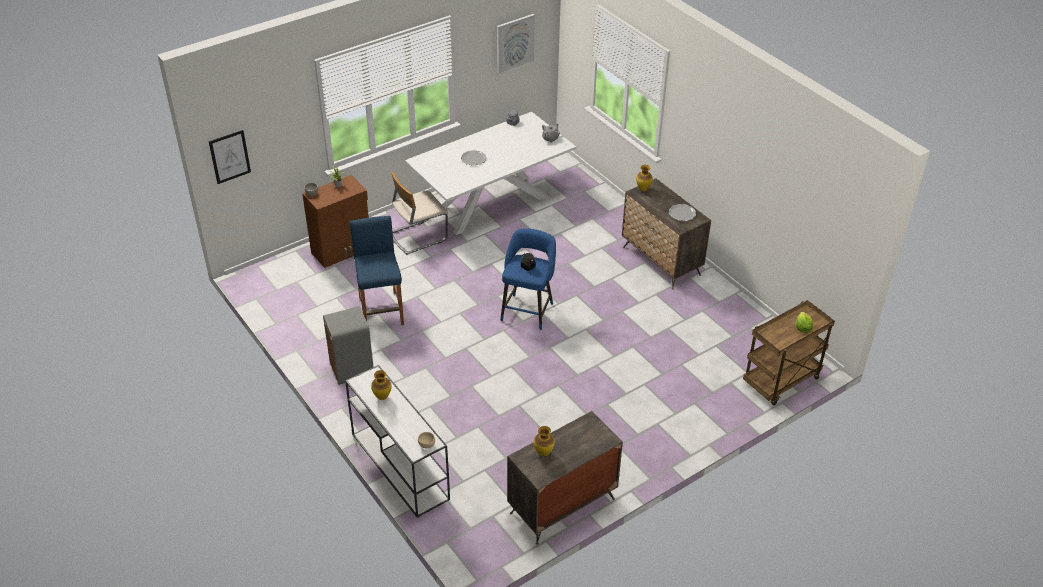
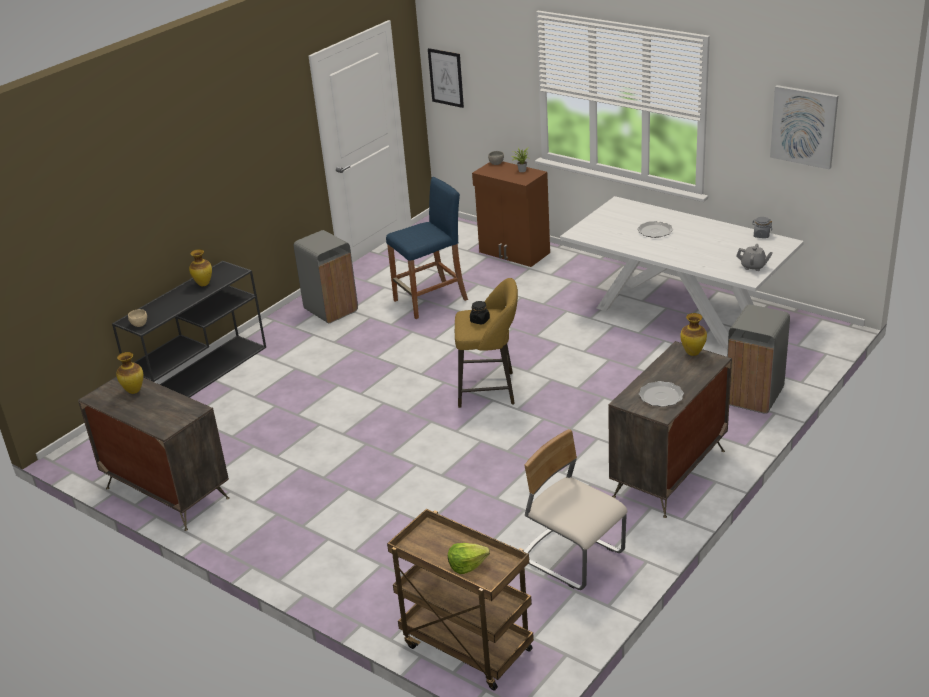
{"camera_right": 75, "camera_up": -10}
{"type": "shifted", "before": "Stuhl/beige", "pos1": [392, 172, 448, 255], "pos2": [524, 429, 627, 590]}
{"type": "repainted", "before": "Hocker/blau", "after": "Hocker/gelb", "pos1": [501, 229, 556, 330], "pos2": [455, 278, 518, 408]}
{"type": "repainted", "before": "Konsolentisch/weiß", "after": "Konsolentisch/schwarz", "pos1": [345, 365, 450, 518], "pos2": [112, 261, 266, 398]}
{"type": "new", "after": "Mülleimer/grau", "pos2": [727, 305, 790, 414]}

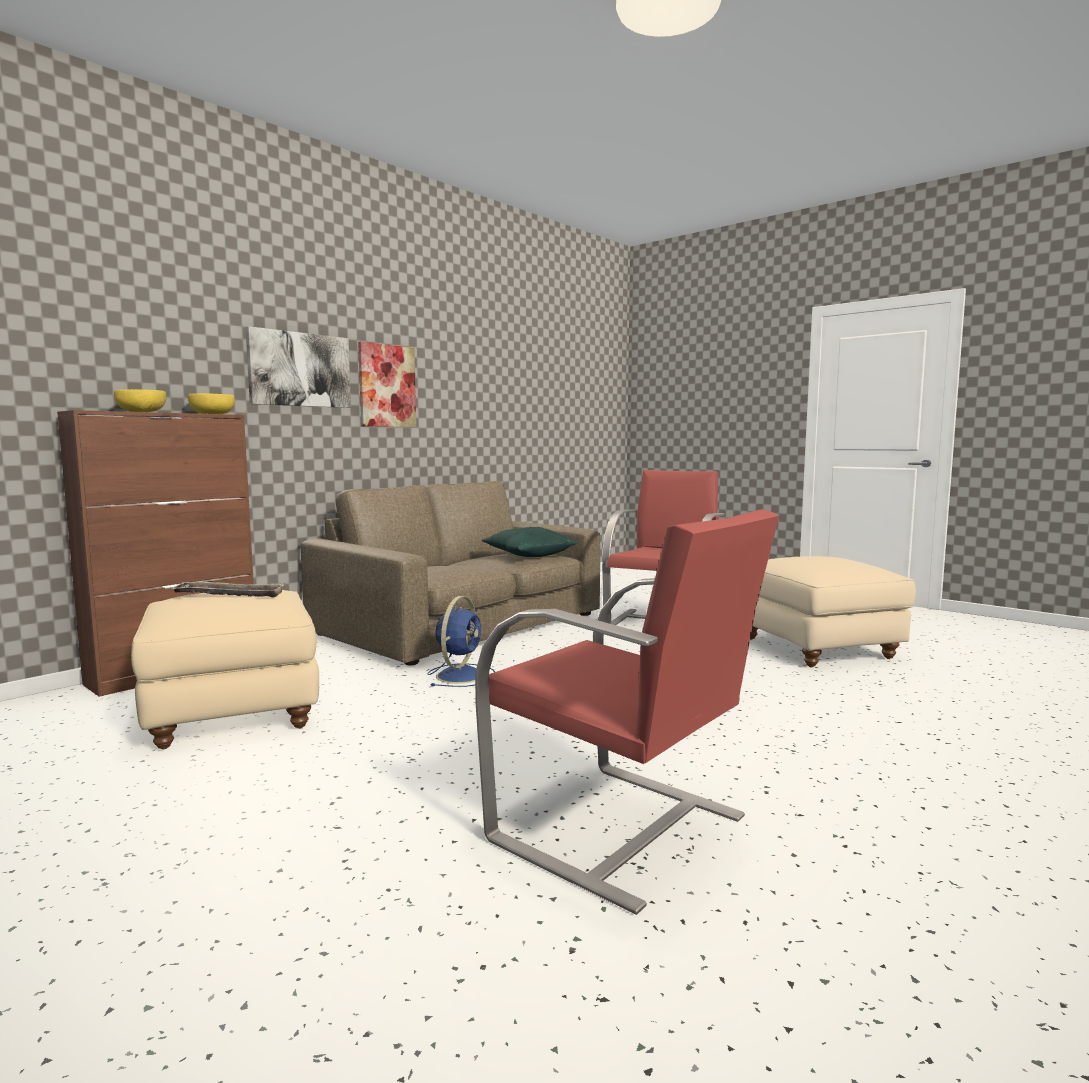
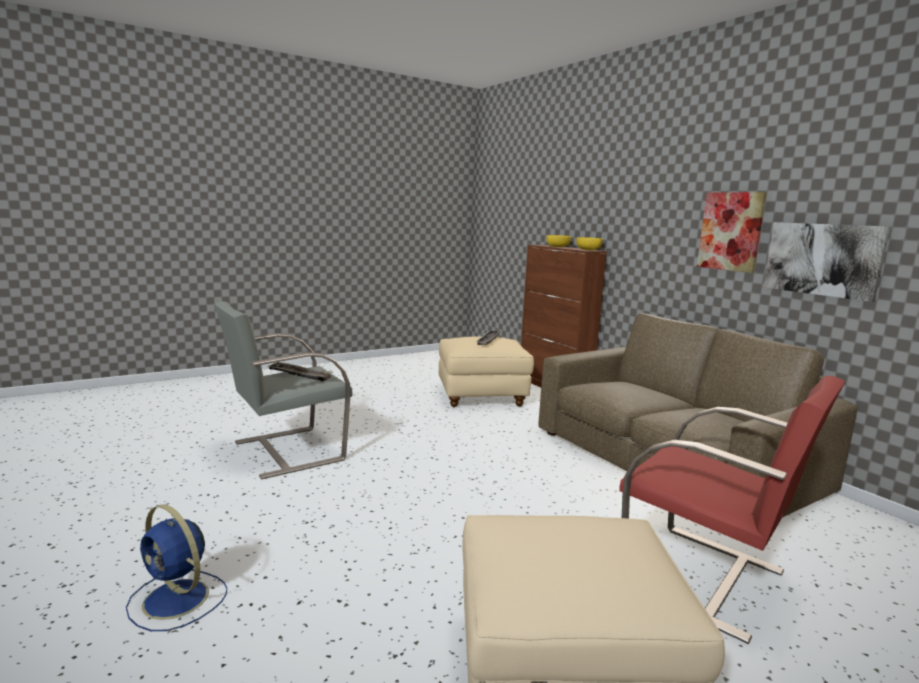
{"camera_right": 105, "camera_up": 5}
{"type": "shifted", "before": "Bild", "pos1": [246, 326, 351, 408], "pos2": [763, 222, 890, 302]}
{"type": "repainted", "before": "Sessel/rot", "after": "Sessel/grau", "pos1": [475, 509, 779, 915], "pos2": [215, 301, 353, 479]}
{"type": "gone", "before": "Kissen/grün", "pos1": [482, 527, 576, 557]}
{"type": "shifted", "before": "Ventilator/blau", "pos1": [428, 596, 495, 687], "pos2": [126, 504, 227, 631]}
{"type": "new", "after": "Tablett", "pos2": [267, 362, 333, 382]}

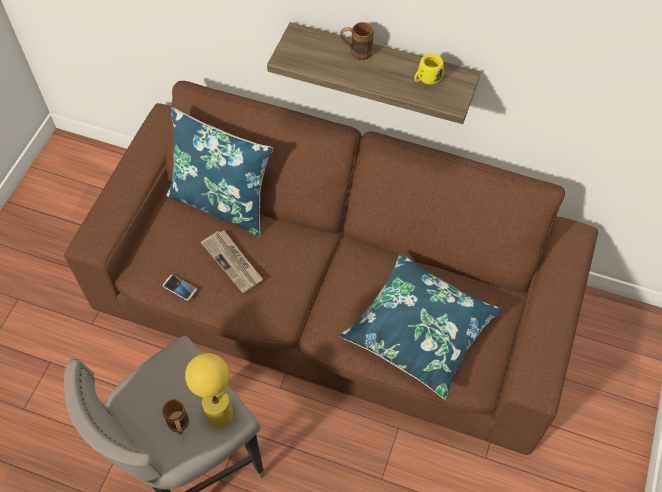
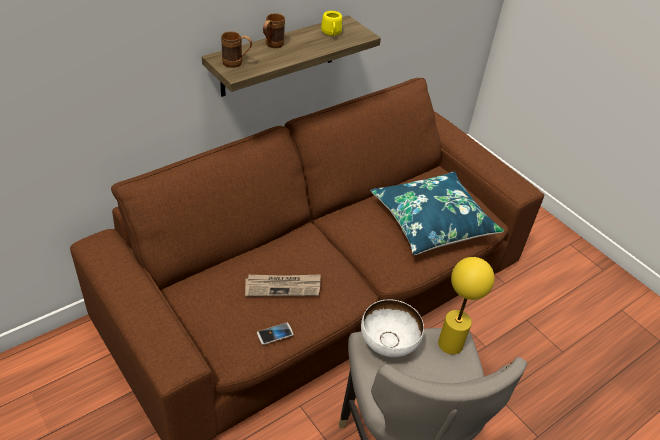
{"camera_right": -60, "camera_up": -15}
{"type": "gone", "before": "Kissen/blau", "pos1": [166, 107, 273, 237]}
{"type": "shifted", "before": "Henkelbecher/braun", "pos1": [162, 399, 189, 434], "pos2": [221, 31, 252, 68]}
{"type": "new", "after": "Schüssel/weiß", "pos2": [361, 299, 424, 357]}

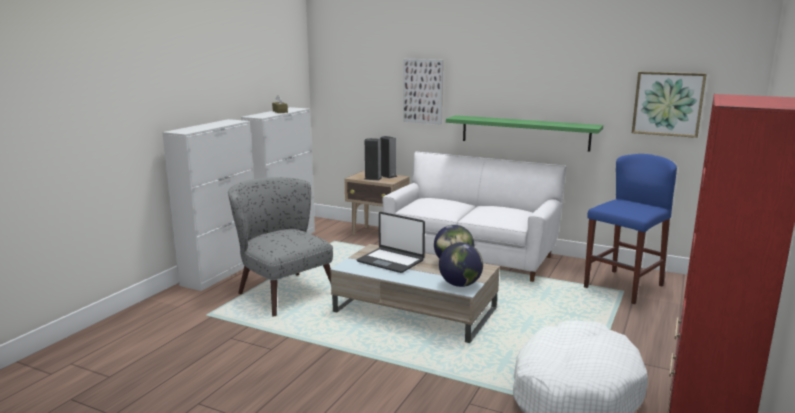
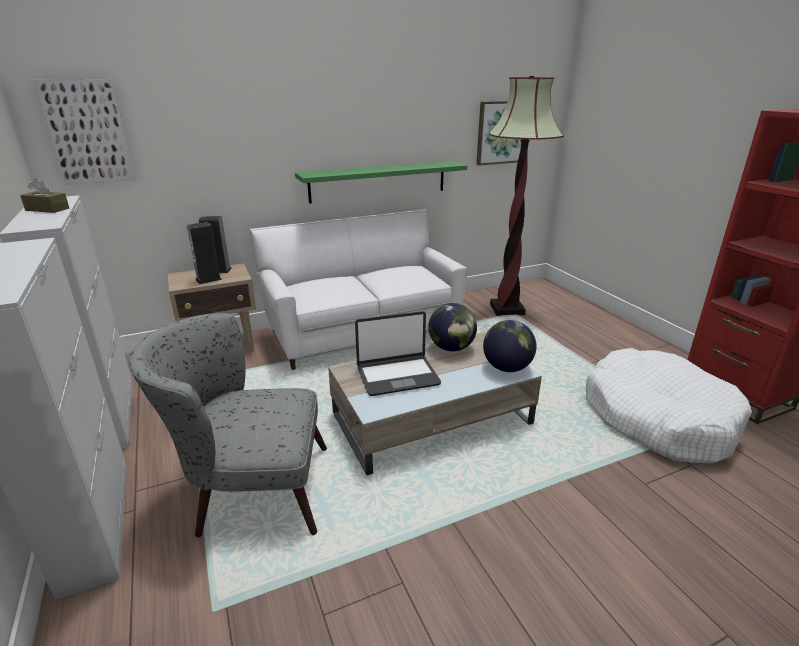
{"camera_right": -50, "camera_up": 10}
{"type": "shifted", "before": "Bild", "pos1": [403, 59, 443, 125], "pos2": [34, 79, 135, 185]}
{"type": "swapped", "before": "Hocker/blau", "after": "Stehlampe", "pos1": [584, 154, 677, 304], "pos2": [489, 76, 564, 316]}

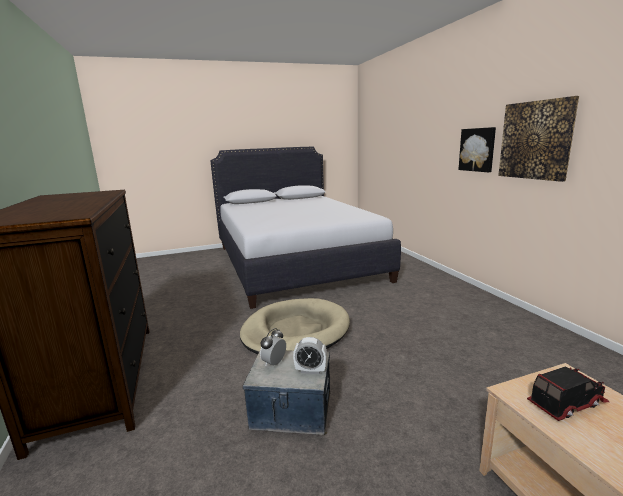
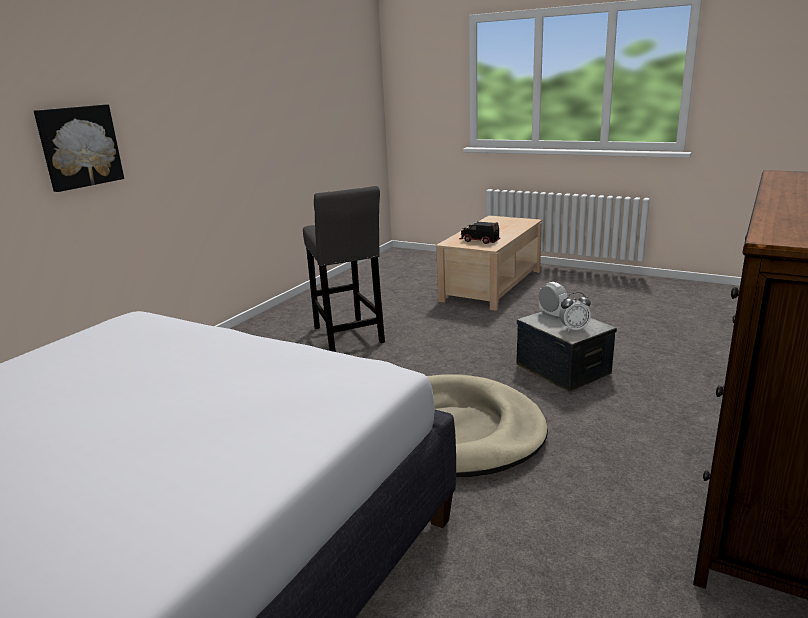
{"camera_right": -130, "camera_up": 5}
{"type": "gone", "before": "Bild", "pos1": [498, 96, 579, 182]}
{"type": "new", "after": "Hocker/grau", "pos2": [303, 186, 385, 352]}

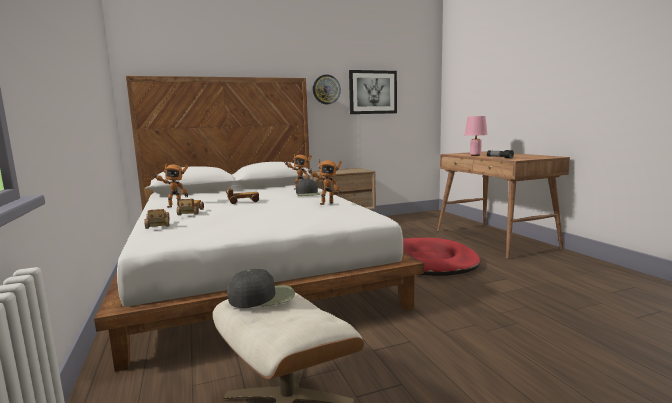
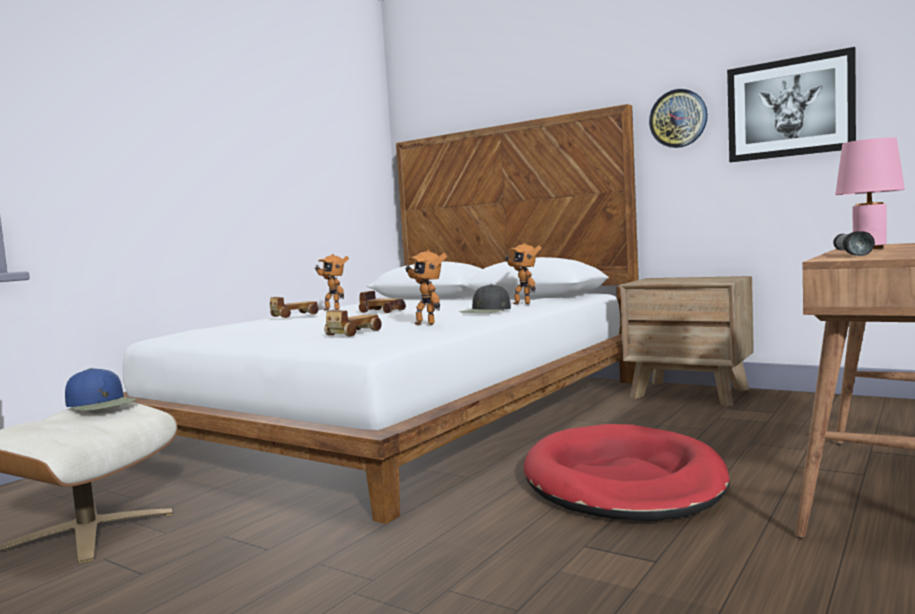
{"camera_right": 55, "camera_up": -5}
{"type": "shifted", "before": "Spielzeugauto", "pos1": [144, 209, 170, 229], "pos2": [324, 310, 382, 336]}
{"type": "repainted", "before": "Kappe/schwarz", "after": "Kappe/blau", "pos1": [227, 269, 295, 308], "pos2": [65, 368, 137, 411]}

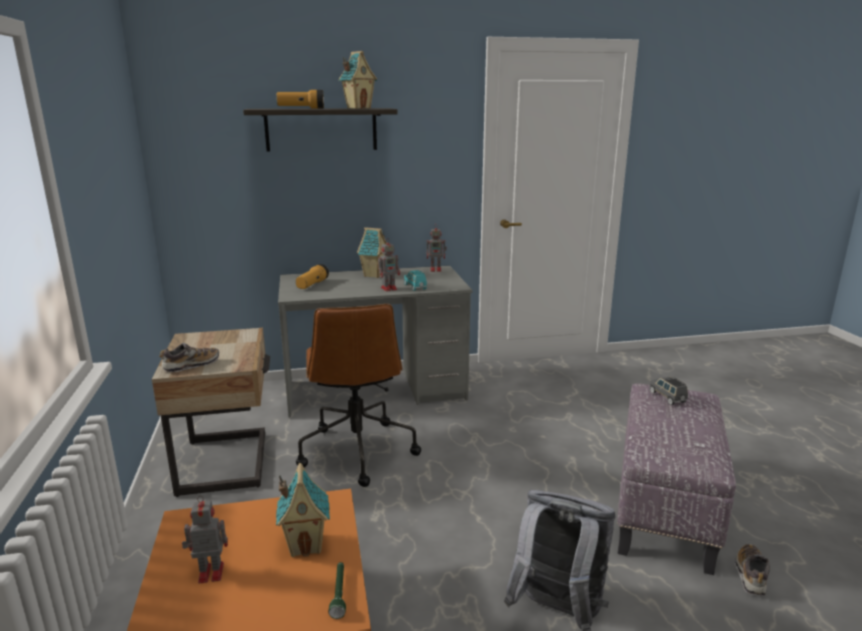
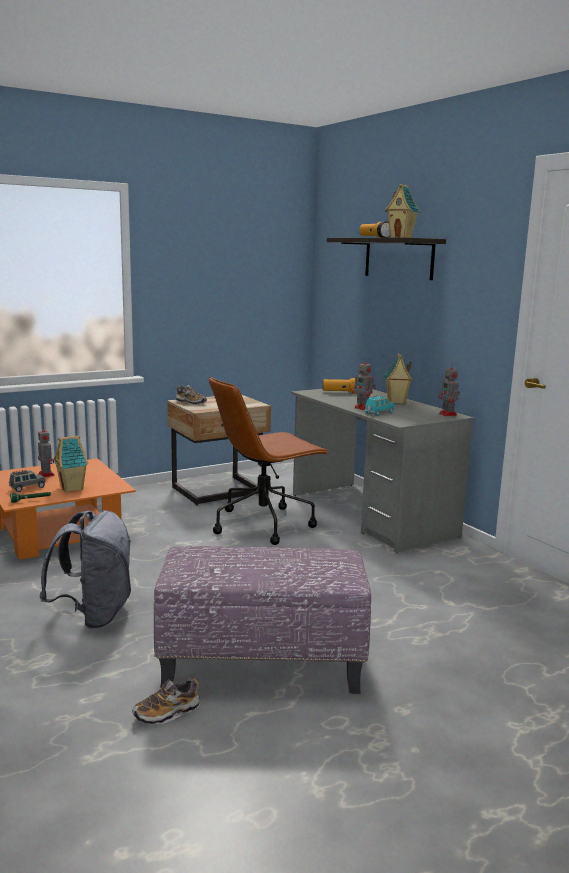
{"camera_right": 70, "camera_up": -5}
{"type": "shifted", "before": "Spielzeugauto/grau", "pos1": [649, 376, 688, 405], "pos2": [9, 470, 46, 492]}
{"type": "rotated", "before": "Schuh", "pos1": [735, 544, 770, 596], "pos2": [132, 678, 200, 724], "turn": 150}

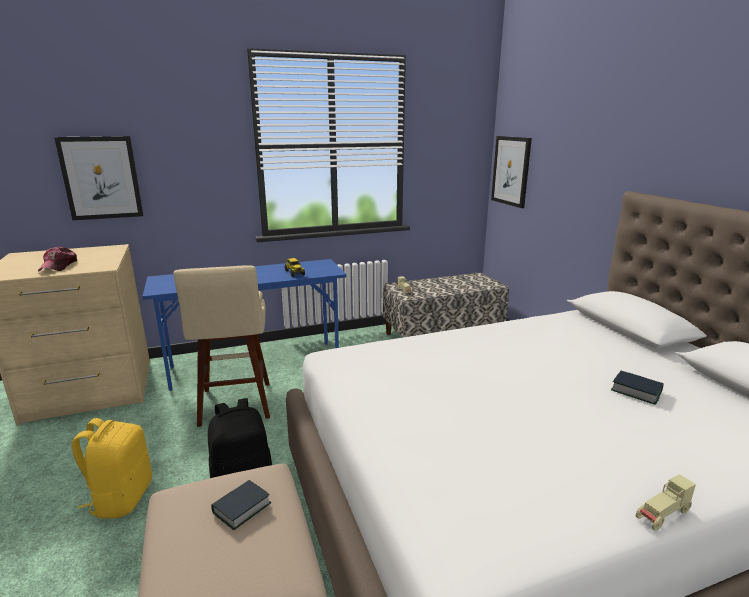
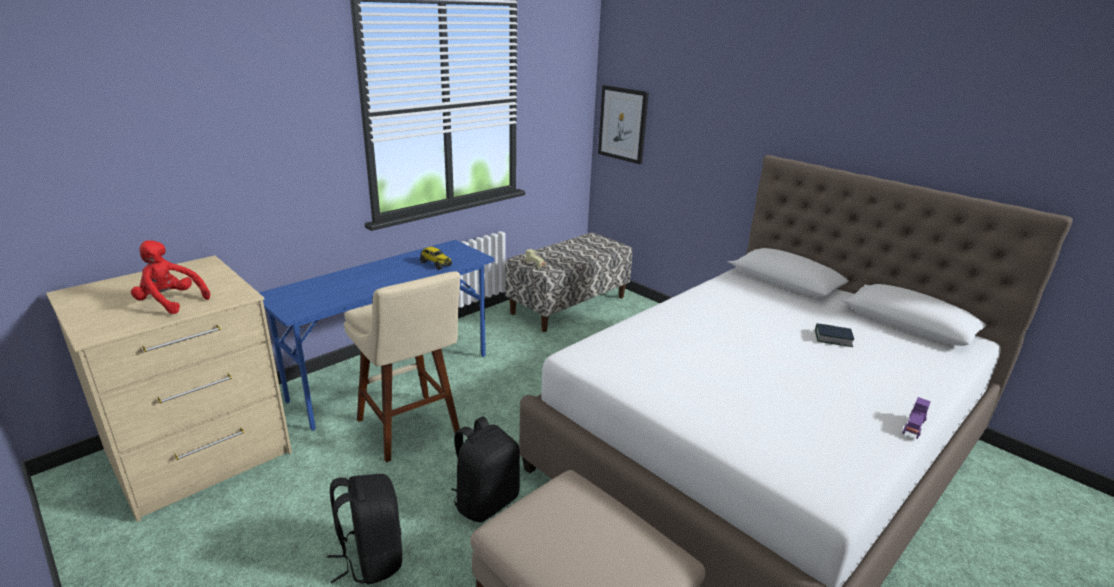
{"camera_right": -25, "camera_up": 5}
{"type": "gone", "before": "Bild", "pos1": [54, 136, 144, 220]}
{"type": "swapped", "before": "Kappe", "after": "Plüschtier/rot", "pos1": [38, 247, 77, 272], "pos2": [131, 240, 210, 314]}
{"type": "repainted", "before": "Rucksack/gelb", "after": "Rucksack/schwarz", "pos1": [72, 418, 152, 519], "pos2": [327, 474, 402, 585]}
{"type": "repainted", "before": "Spielzeugauto/beige", "after": "Spielzeugauto/lila", "pos1": [636, 474, 696, 531], "pos2": [903, 397, 931, 439]}
{"type": "gone", "before": "Buch", "pos1": [211, 480, 271, 530]}

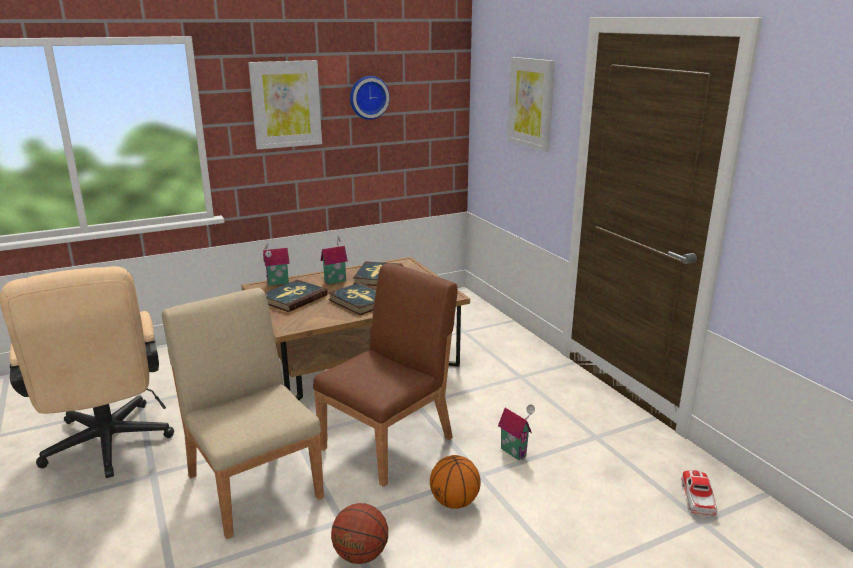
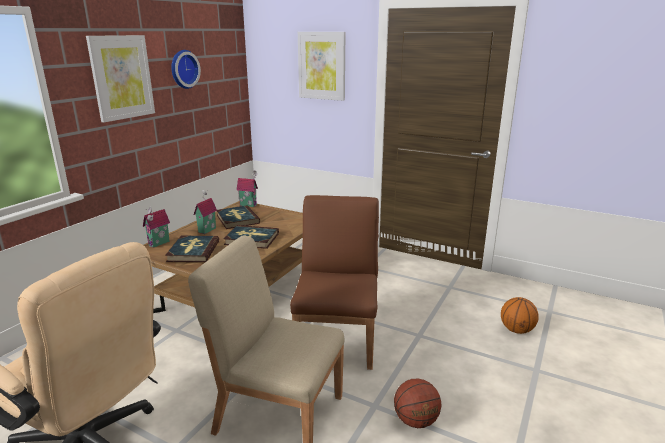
{"camera_right": -35, "camera_up": 0}
{"type": "shifted", "before": "Spielzeughaus", "pos1": [498, 405, 535, 460], "pos2": [237, 171, 258, 207]}
{"type": "shifted", "before": "Basketball", "pos1": [430, 455, 481, 509], "pos2": [501, 297, 539, 334]}
{"type": "gone", "before": "Spielzeugauto", "pos1": [681, 470, 717, 515]}

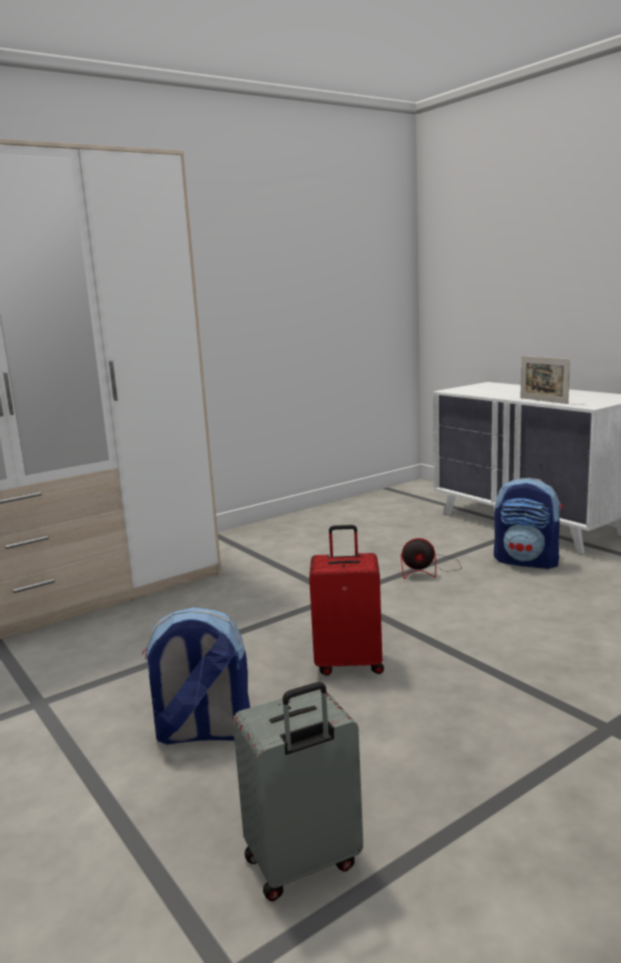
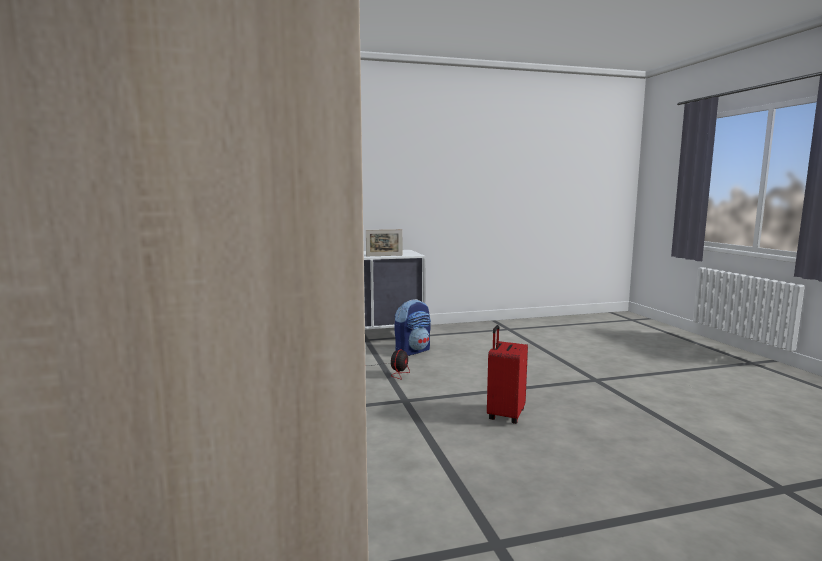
{"camera_right": -70, "camera_up": -5}
{"type": "gone", "before": "Rucksack", "pos1": [142, 607, 250, 744]}
{"type": "gone", "before": "Koffer/grau", "pos1": [233, 682, 363, 901]}

